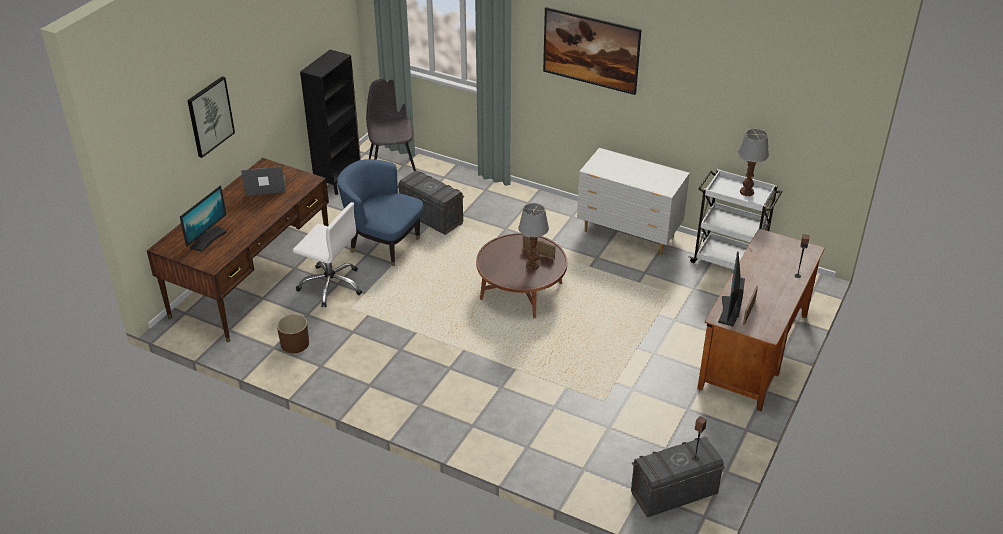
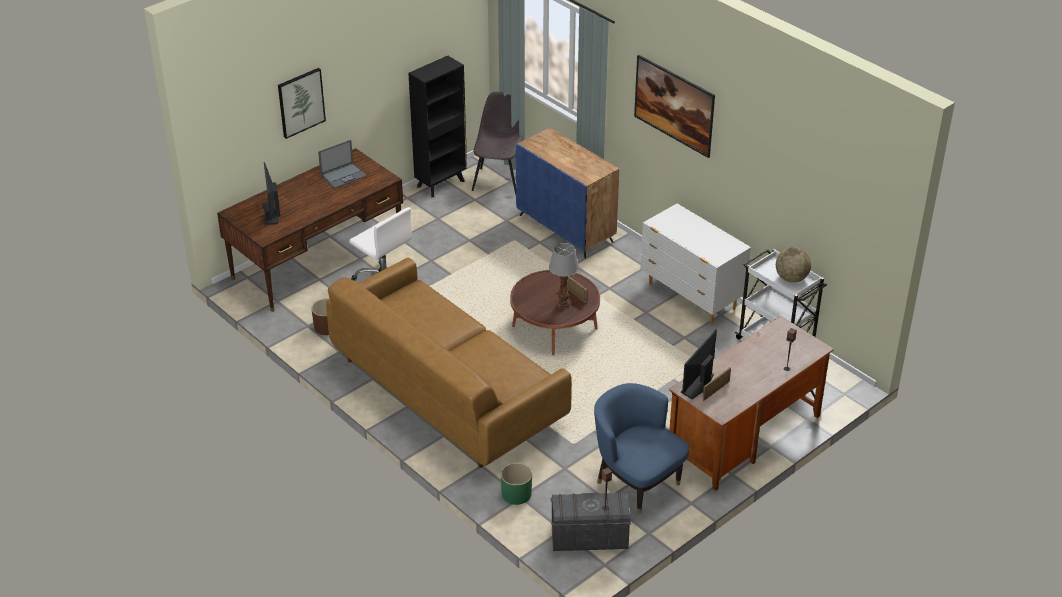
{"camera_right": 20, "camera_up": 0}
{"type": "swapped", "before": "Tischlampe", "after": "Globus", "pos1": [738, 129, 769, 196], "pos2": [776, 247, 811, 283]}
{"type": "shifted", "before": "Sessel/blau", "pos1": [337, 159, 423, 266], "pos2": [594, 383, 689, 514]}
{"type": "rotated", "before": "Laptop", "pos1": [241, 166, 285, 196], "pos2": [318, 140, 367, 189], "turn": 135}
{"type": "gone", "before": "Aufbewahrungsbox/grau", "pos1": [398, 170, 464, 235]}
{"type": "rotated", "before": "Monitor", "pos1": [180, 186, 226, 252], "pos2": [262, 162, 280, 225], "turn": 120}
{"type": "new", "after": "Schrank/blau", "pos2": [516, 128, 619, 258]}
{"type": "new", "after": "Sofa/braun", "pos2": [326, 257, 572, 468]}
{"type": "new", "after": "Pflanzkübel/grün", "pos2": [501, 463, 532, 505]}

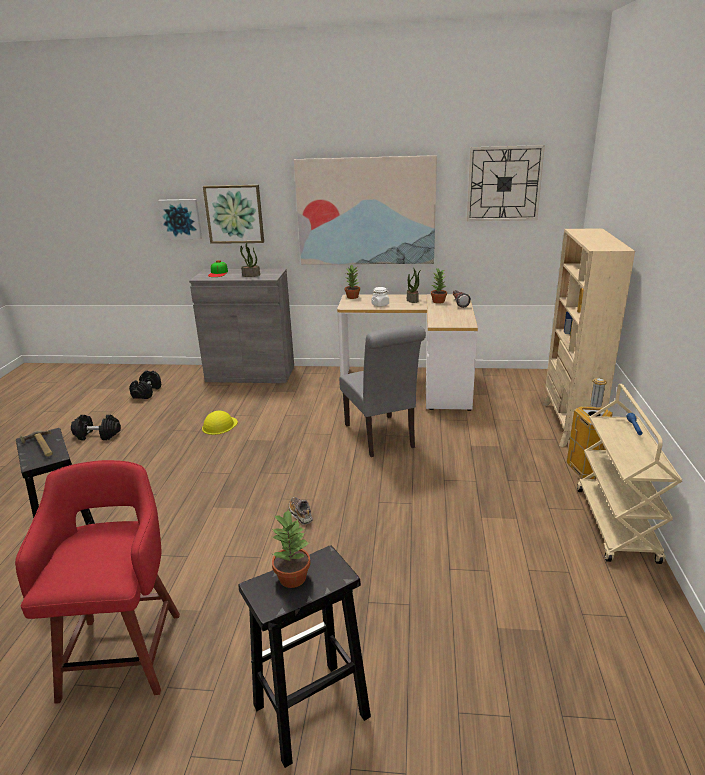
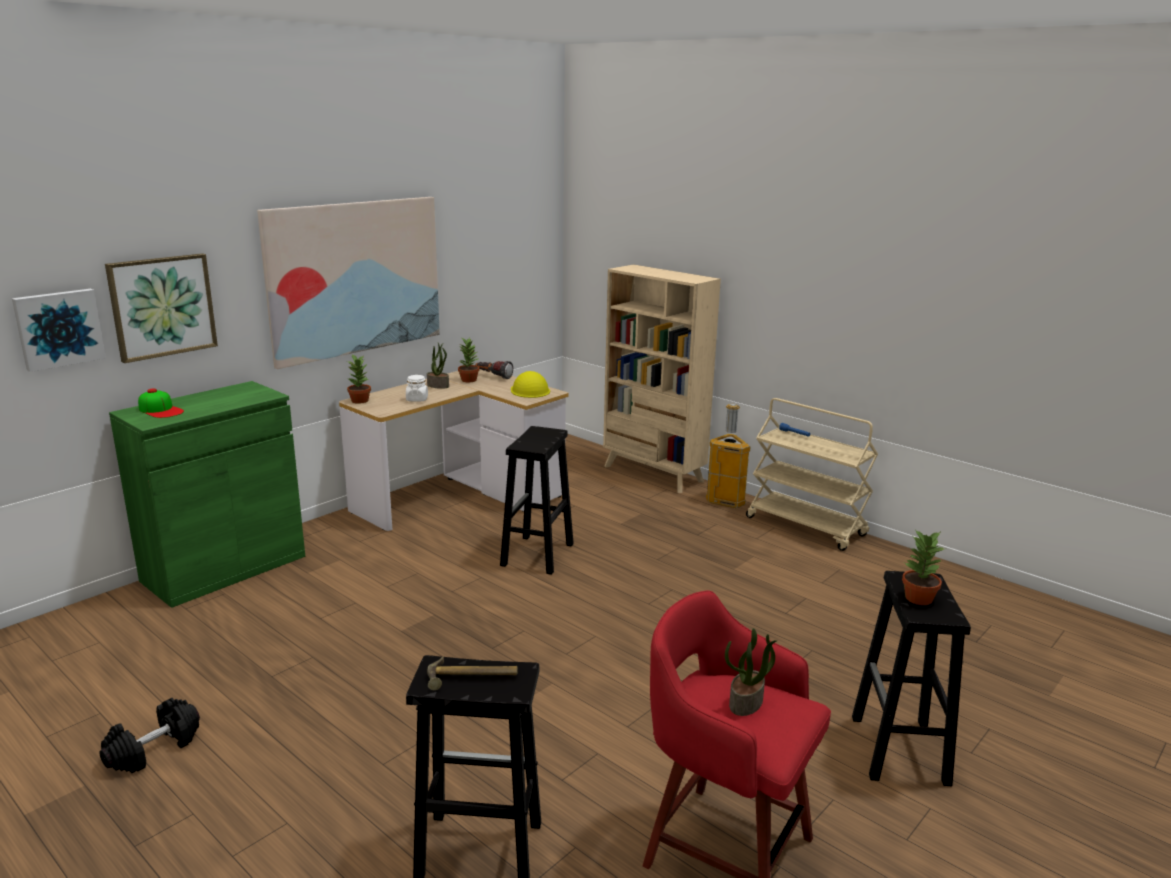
{"camera_right": -55, "camera_up": -5}
{"type": "gone", "before": "Wanduhr", "pos1": [467, 145, 545, 221]}
{"type": "shifted", "before": "Topfpflanze", "pos1": [240, 242, 260, 277], "pos2": [725, 628, 778, 716]}
{"type": "repainted", "before": "Schrank/grau", "after": "Schrank/grün", "pos1": [189, 269, 294, 383], "pos2": [109, 381, 305, 608]}
{"type": "swapped", "before": "Stuhl/grau", "after": "Hocker/schwarz", "pos1": [339, 325, 426, 457], "pos2": [500, 426, 574, 575]}
{"type": "gone", "before": "Hantel/schwarz", "pos1": [129, 370, 161, 399]}
{"type": "shifted", "before": "Schutzhelm/gelb", "pos1": [202, 411, 238, 435], "pos2": [511, 371, 550, 398]}
{"type": "gone", "before": "Schuh", "pos1": [289, 497, 313, 525]}

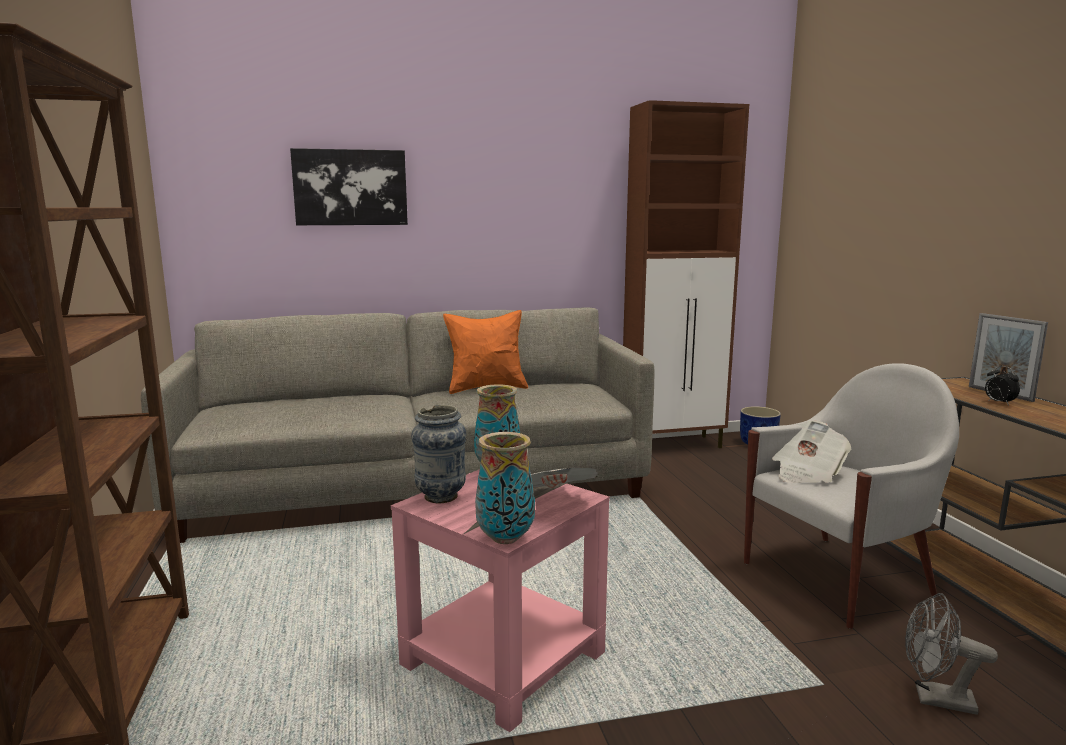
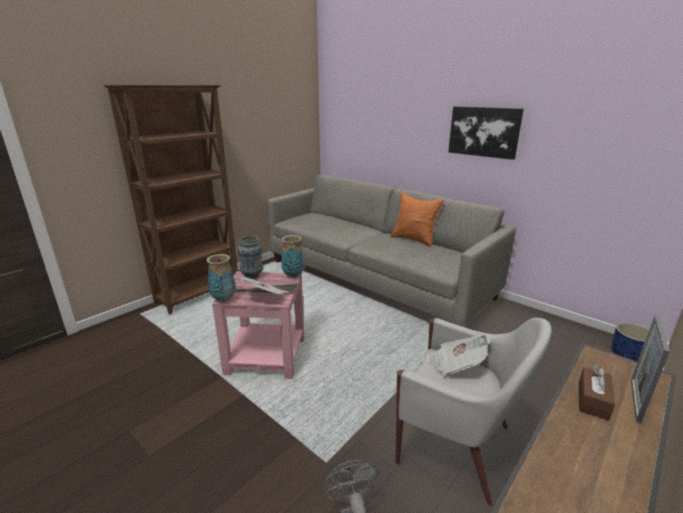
{"camera_right": 55, "camera_up": 10}
{"type": "gone", "before": "Schrank/braun", "pos1": [623, 100, 749, 448]}
{"type": "shifted", "before": "Bild", "pos1": [290, 148, 408, 225], "pos2": [448, 106, 524, 160]}
{"type": "swapped", "before": "Wecker", "after": "Taschentuchbox/braun", "pos1": [985, 366, 1020, 405], "pos2": [579, 365, 615, 420]}

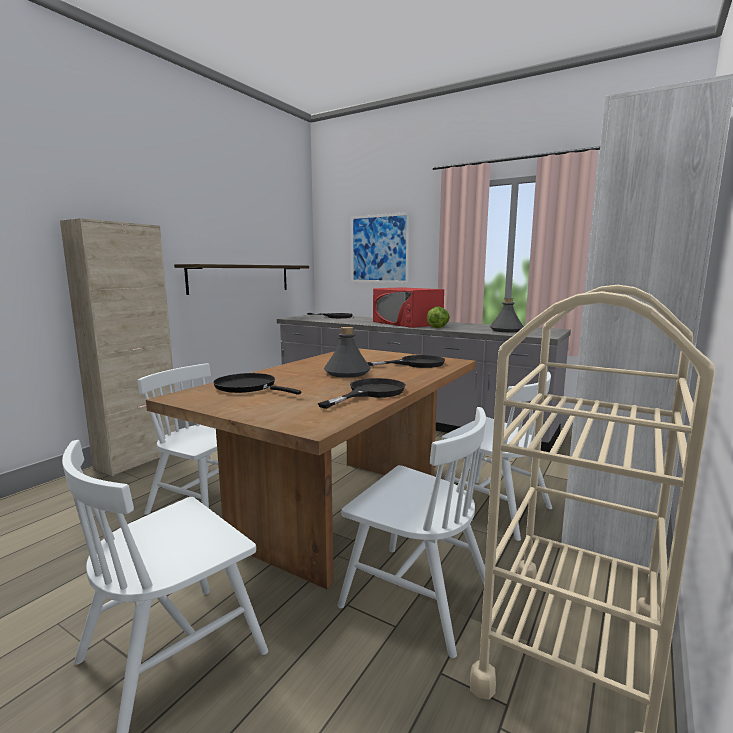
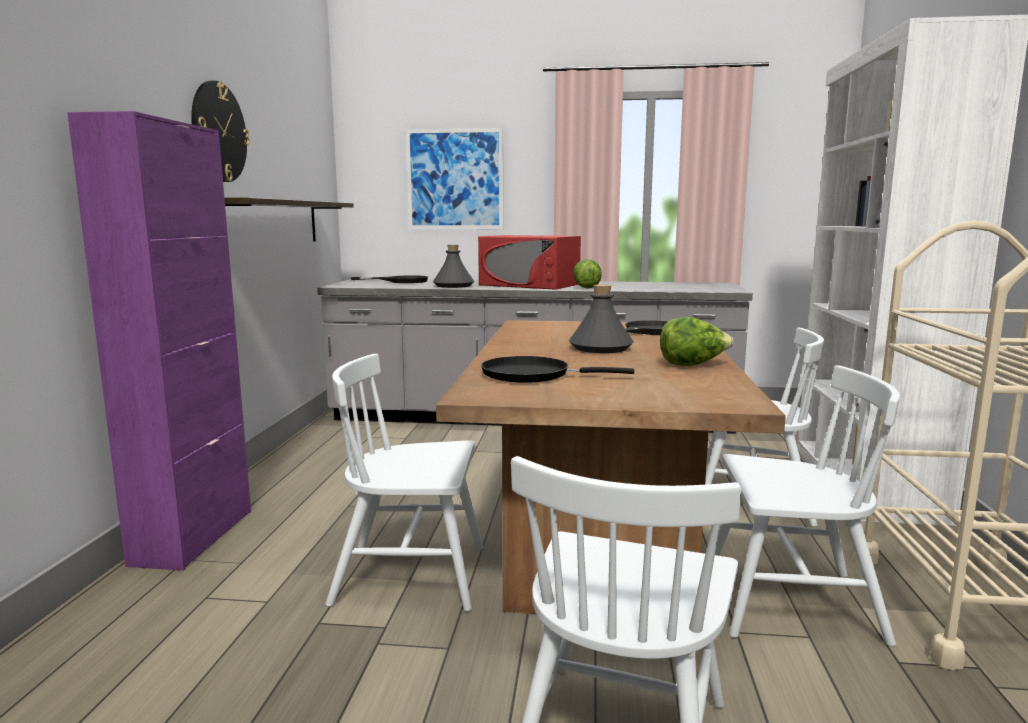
{"camera_right": -25, "camera_up": 0}
{"type": "repainted", "before": "Schrank/beige", "after": "Schrank/lila", "pos1": [60, 218, 178, 477], "pos2": [67, 111, 251, 570]}
{"type": "shifted", "before": "Flasche/grau", "pos1": [490, 298, 524, 332], "pos2": [433, 245, 474, 288]}
{"type": "swapped", "before": "Pfanne/schwarz", "after": "Salatkopf", "pos1": [318, 378, 405, 409], "pos2": [660, 317, 734, 366]}
{"type": "new", "after": "Wanduhr", "pos2": [191, 80, 250, 182]}

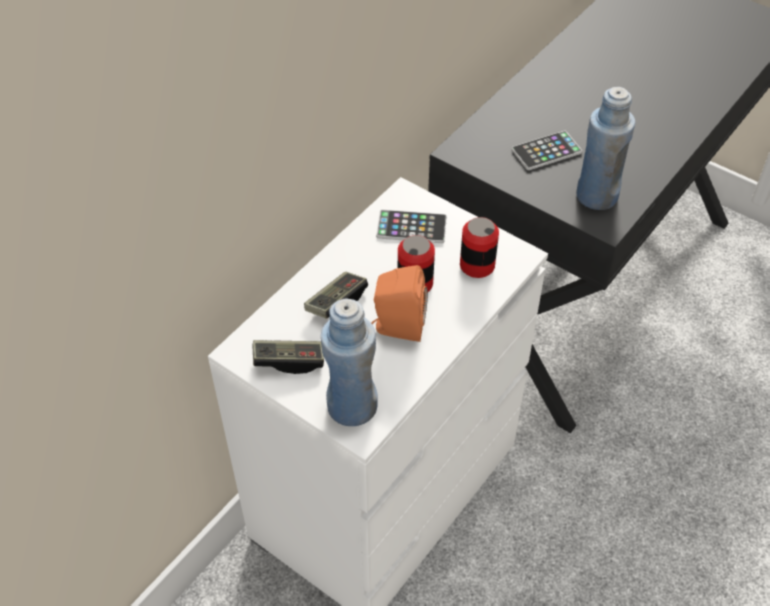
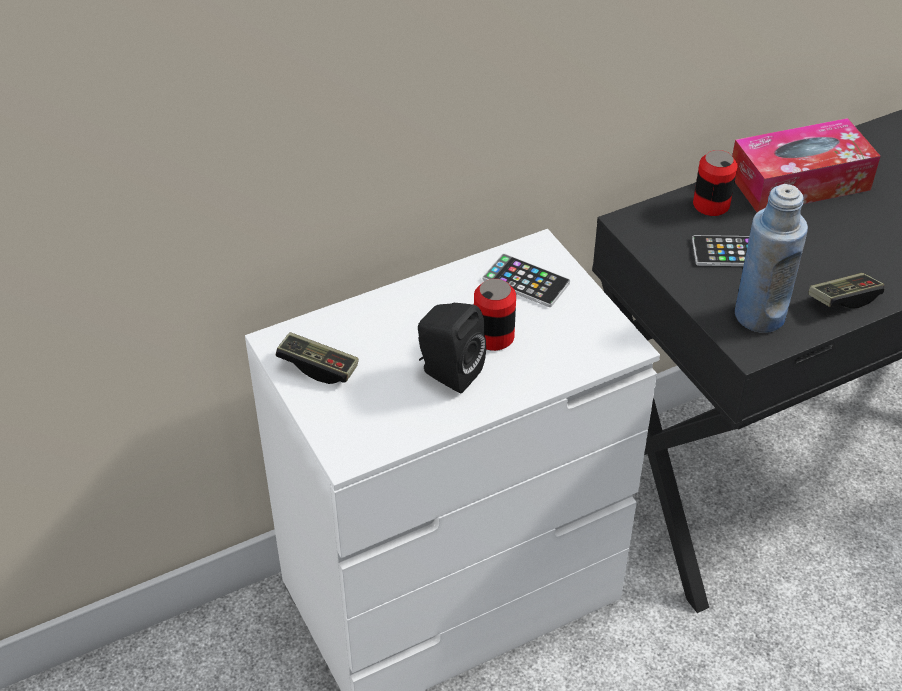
{"camera_right": 25, "camera_up": -5}
{"type": "shifted", "before": "Dose", "pos1": [460, 217, 499, 278], "pos2": [693, 150, 738, 216]}
{"type": "repainted", "before": "Lautsprecher/orange", "after": "Lautsprecher/schwarz", "pos1": [372, 265, 428, 342], "pos2": [418, 303, 486, 394]}
{"type": "shifted", "before": "Gamepad", "pos1": [304, 272, 368, 318], "pos2": [808, 273, 884, 308]}
{"type": "gone", "before": "Flasche/blau", "pos1": [321, 299, 378, 426]}
{"type": "new", "after": "Taschentuchbox", "pos2": [732, 118, 880, 212]}

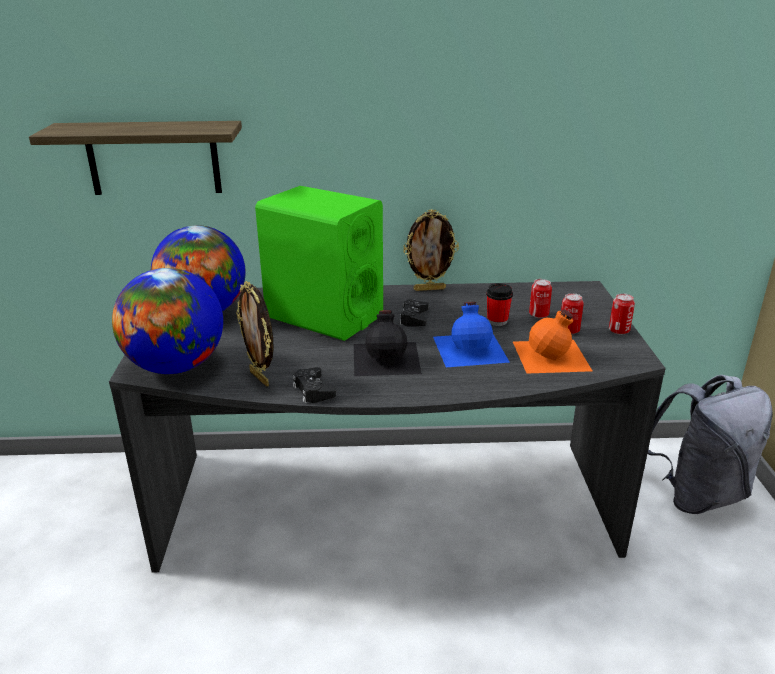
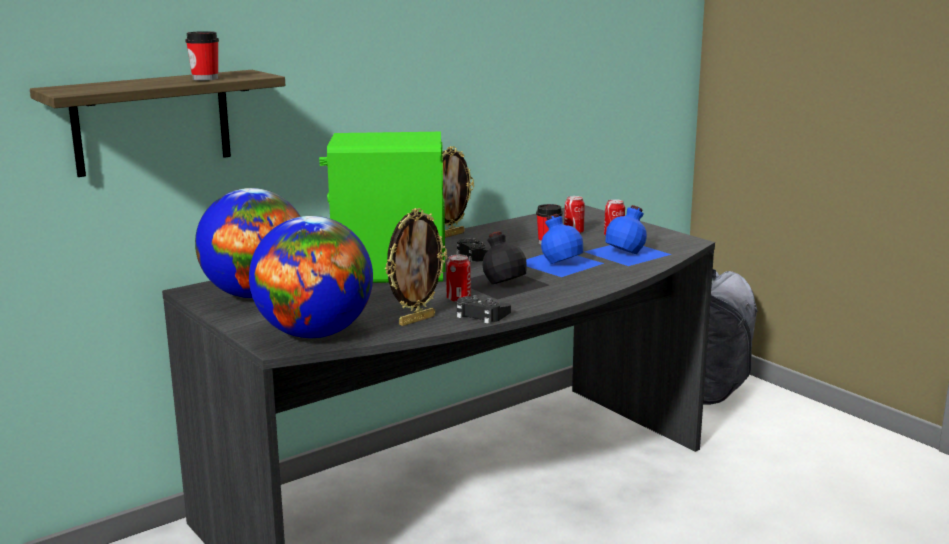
{"camera_right": -35, "camera_up": -10}
{"type": "rotated", "before": "Bilderrahmen", "pos1": [236, 281, 274, 387], "pos2": [385, 208, 448, 326], "turn": -60}
{"type": "shifted", "before": "Dose", "pos1": [609, 293, 635, 335], "pos2": [446, 254, 471, 302]}
{"type": "repainted", "before": "Flasche/orange", "after": "Flasche/blau", "pos1": [513, 310, 592, 373], "pos2": [585, 205, 672, 266]}
{"type": "new", "after": "Tasse", "pos2": [185, 31, 219, 81]}

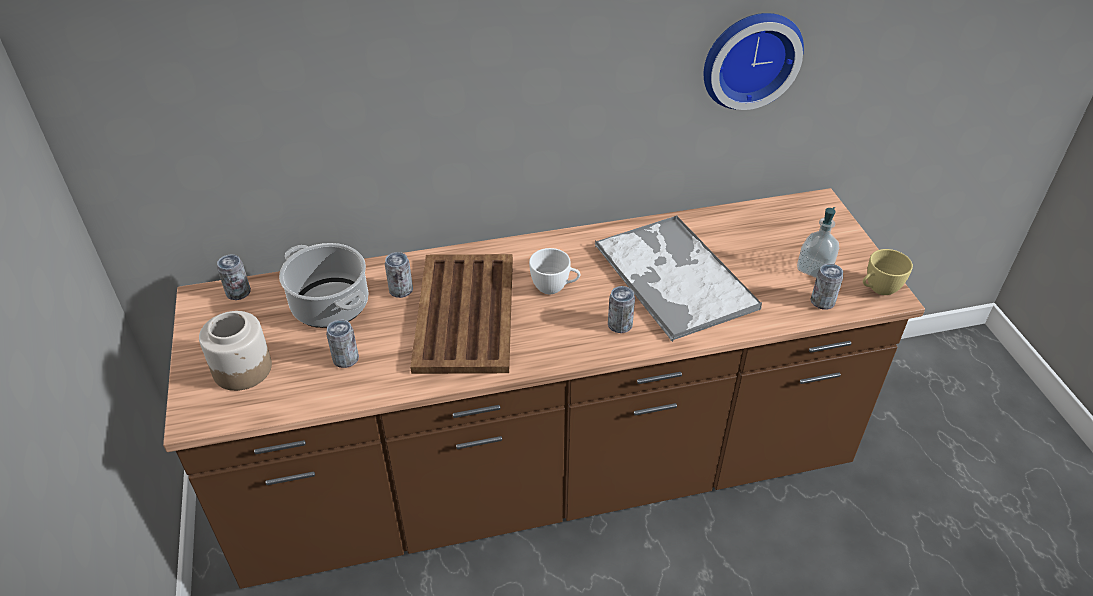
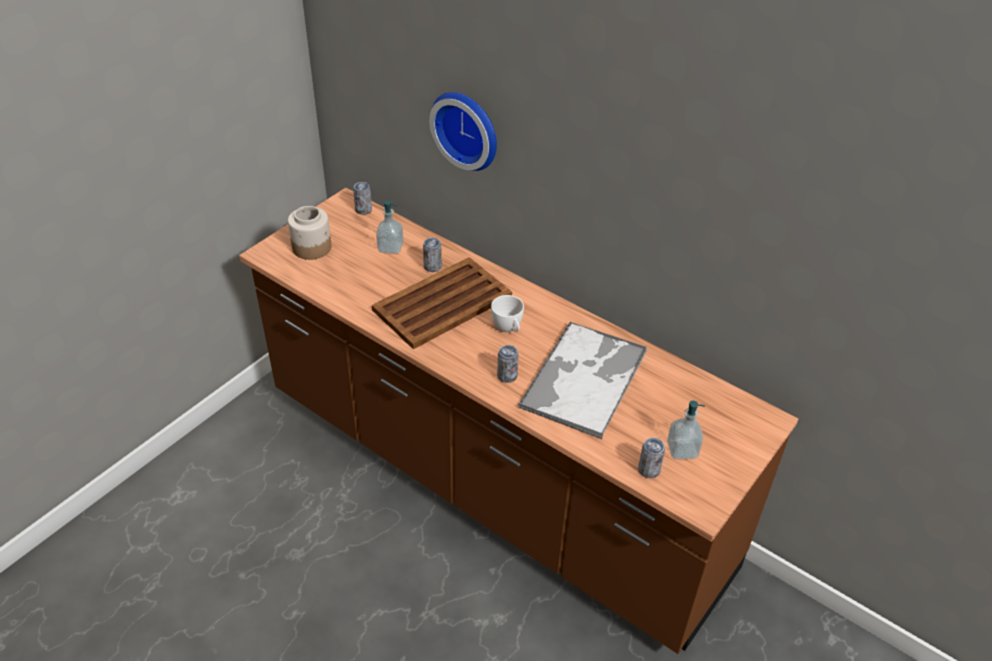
{"camera_right": 50, "camera_up": 0}
{"type": "shifted", "before": "Wanduhr", "pos1": [704, 13, 804, 110], "pos2": [429, 92, 497, 171]}
{"type": "swapped", "before": "Kochtopf", "after": "Seifenspender", "pos1": [279, 243, 368, 328], "pos2": [376, 200, 404, 254]}
{"type": "gone", "before": "Tasse/gelb", "pos1": [863, 249, 913, 295]}
{"type": "gone", "before": "Dose", "pos1": [326, 320, 359, 368]}

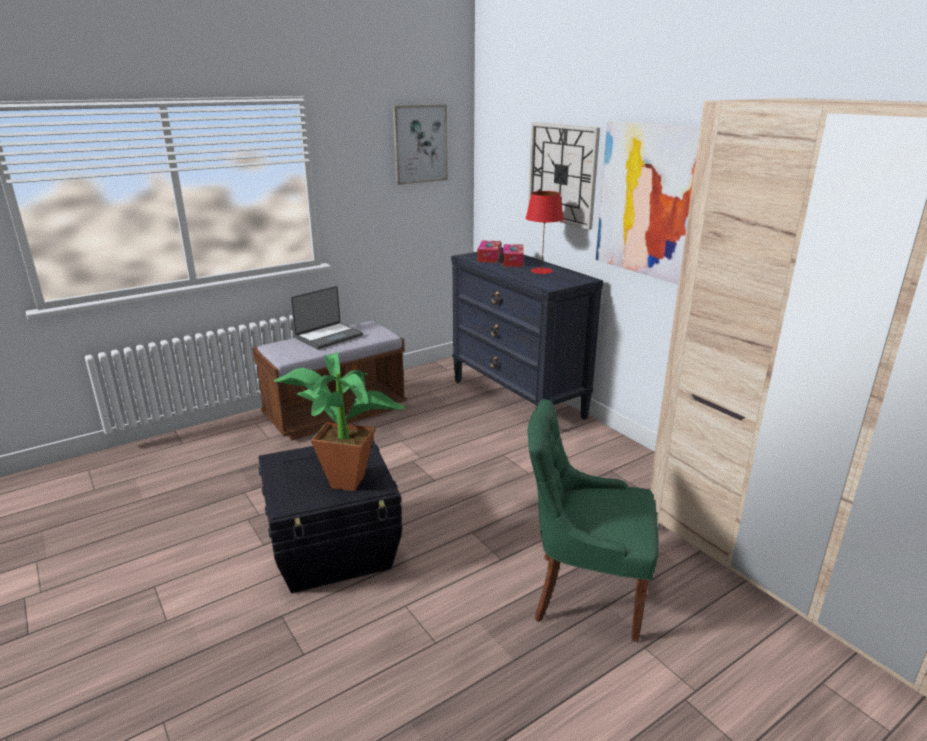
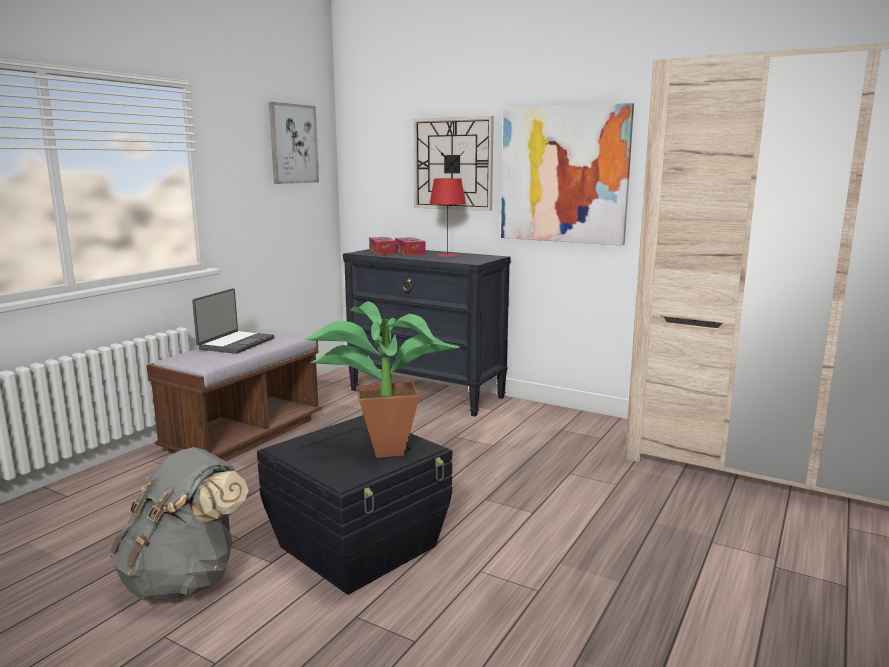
{"camera_right": -25, "camera_up": -10}
{"type": "gone", "before": "Stuhl/grün", "pos1": [527, 399, 659, 642]}
{"type": "new", "after": "Rucksack/grau", "pos2": [109, 447, 249, 600]}

